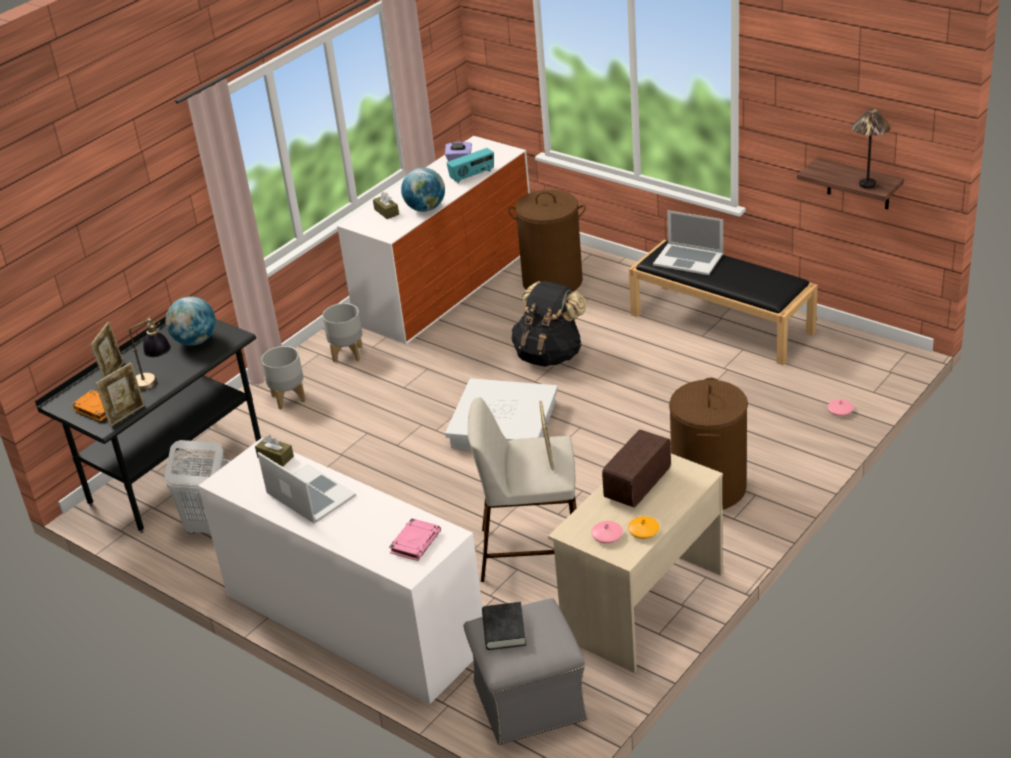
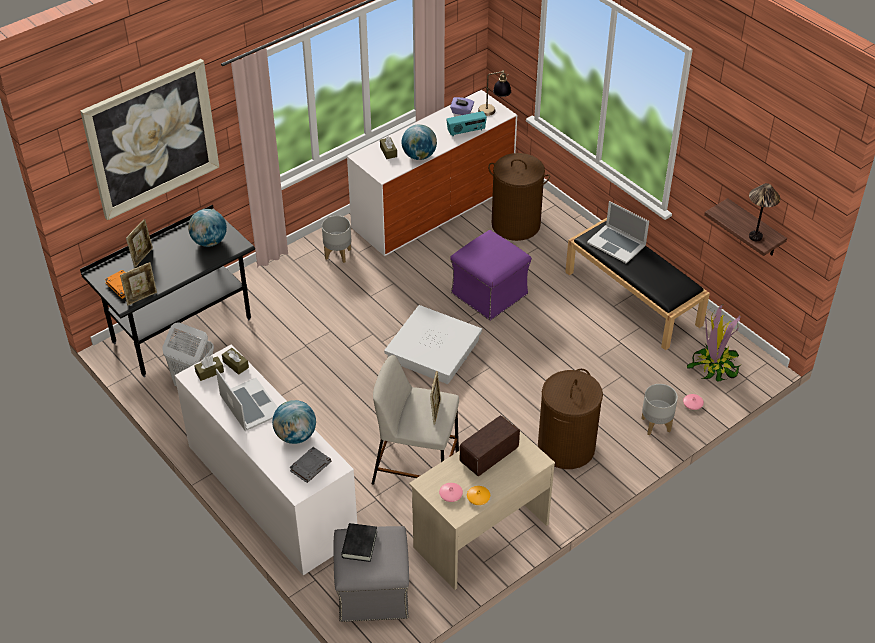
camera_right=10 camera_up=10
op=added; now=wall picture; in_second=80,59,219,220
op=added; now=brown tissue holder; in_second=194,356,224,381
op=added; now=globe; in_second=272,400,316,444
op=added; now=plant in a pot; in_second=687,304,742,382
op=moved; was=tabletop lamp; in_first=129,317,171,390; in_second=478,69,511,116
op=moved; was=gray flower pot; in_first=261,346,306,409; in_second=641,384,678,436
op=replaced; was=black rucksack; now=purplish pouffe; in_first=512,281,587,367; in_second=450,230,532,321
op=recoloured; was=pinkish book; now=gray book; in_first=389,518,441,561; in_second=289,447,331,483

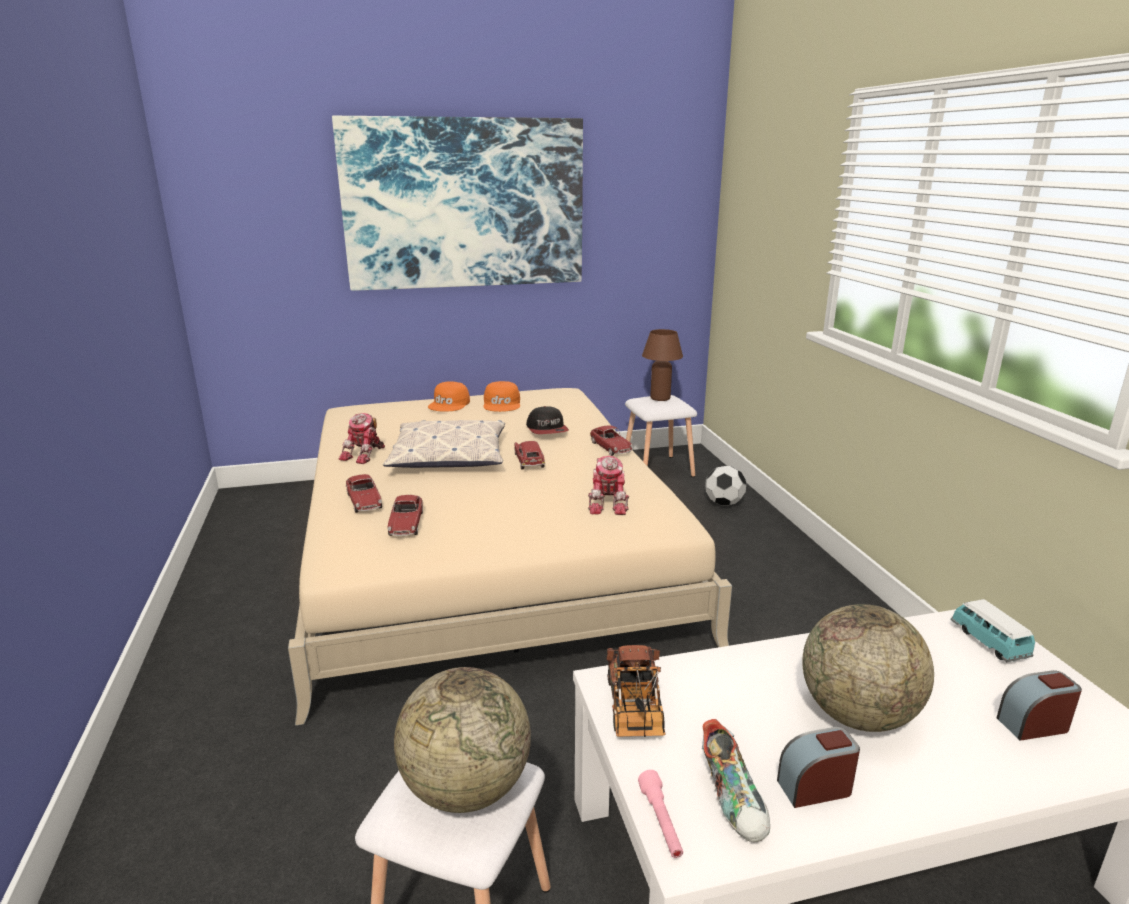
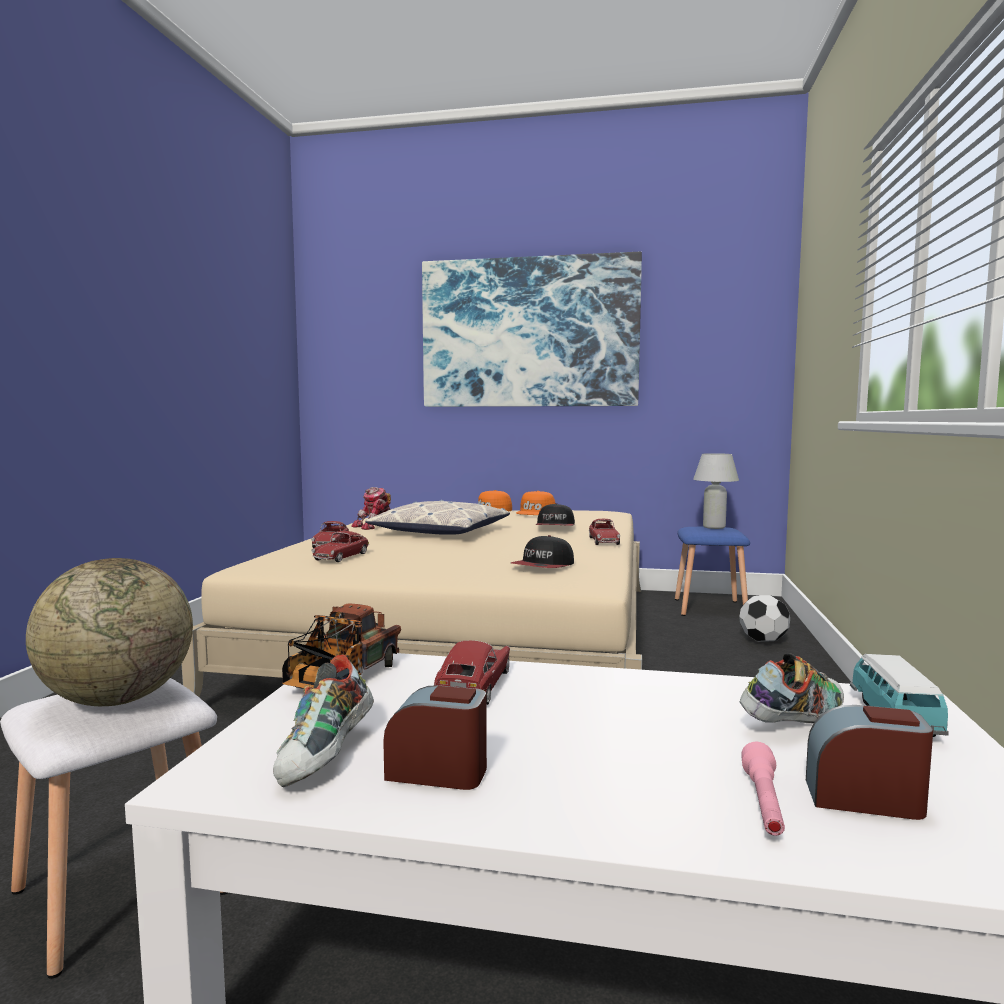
camera_right=25 camera_up=-15
op=removed; was=globe; in_first=802,604,934,732
op=added; now=low shoe; in_second=740,653,844,723
op=moved; was=toy car; in_first=514,441,545,469; in_second=434,640,510,705
op=moved; was=pinkish torch; in_first=638,770,683,858; in_second=741,742,785,836
op=replaced; was=toy robot; now=baseball cap; in_first=588,456,629,515; in_second=511,535,574,568
op=recoloured; was=white sitting stool; now=blue-coloured sitting stool; in_first=625,395,697,477; in_second=675,527,750,616
op=recoloured; was=brown tabletop lamp; now=white tabletop lamp; in_first=642,329,683,401; in_second=693,453,739,529

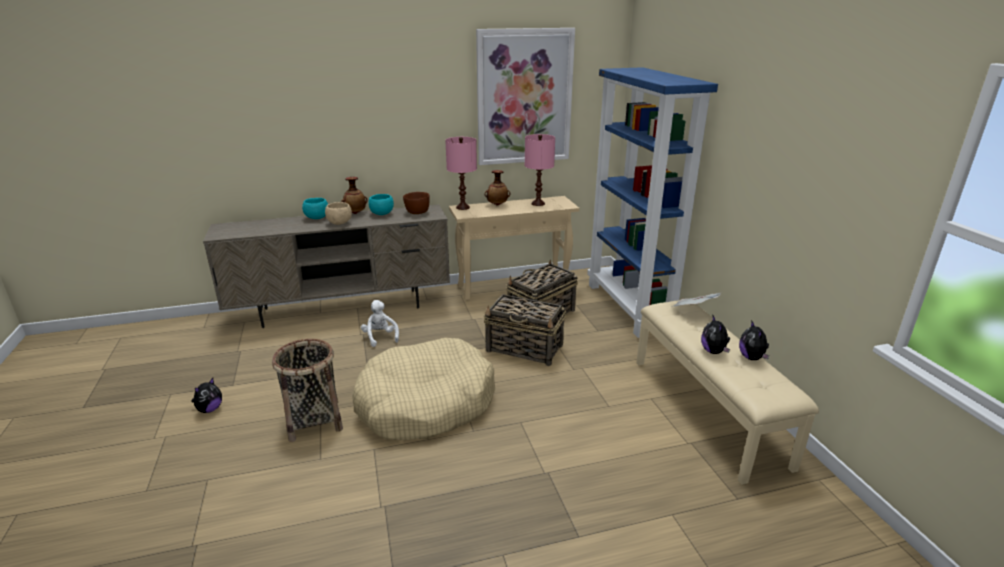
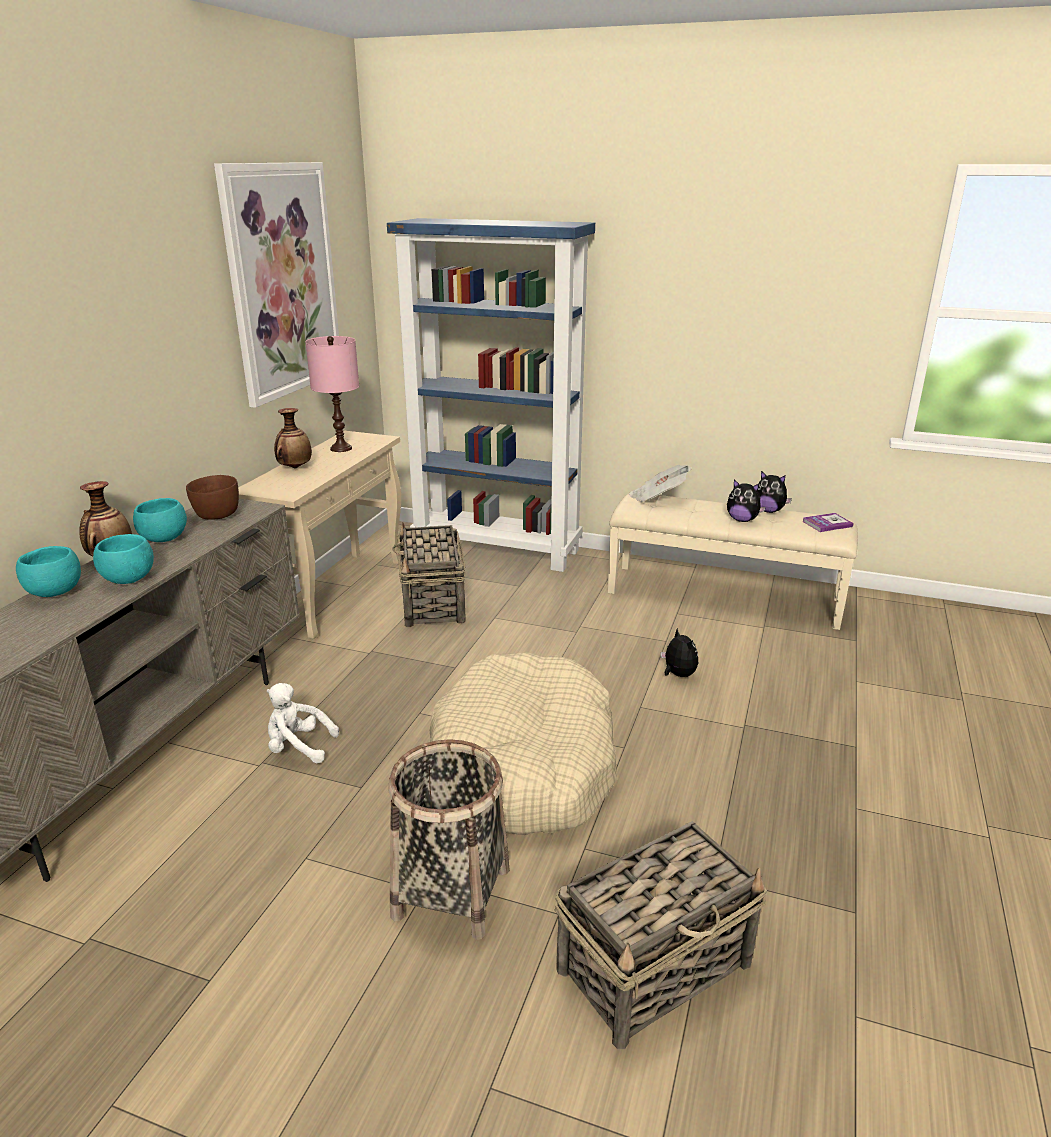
camera_right=-55 camera_up=0
op=removed; was=pinkish tabletop lamp; in_first=445,137,477,210
op=added; now=book; in_second=802,513,854,532
op=moved; was=plush toy; in_first=191,378,222,413; in_second=660,628,698,677
op=moved; was=basket; in_first=484,294,566,366; in_second=555,821,767,1049
op=recoloured; was=sand-coloured serving bowl; now=blue-green serving bowl; in_first=325,202,352,225; in_second=93,534,154,584

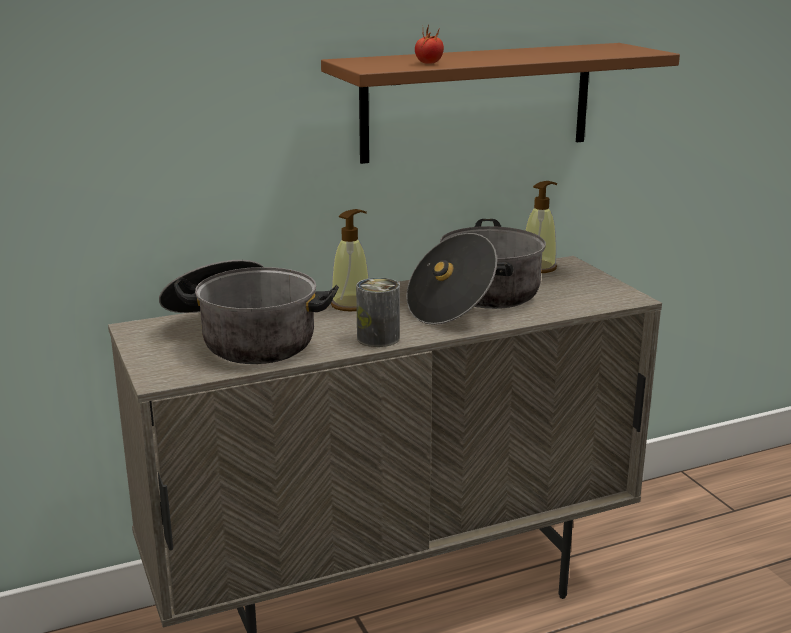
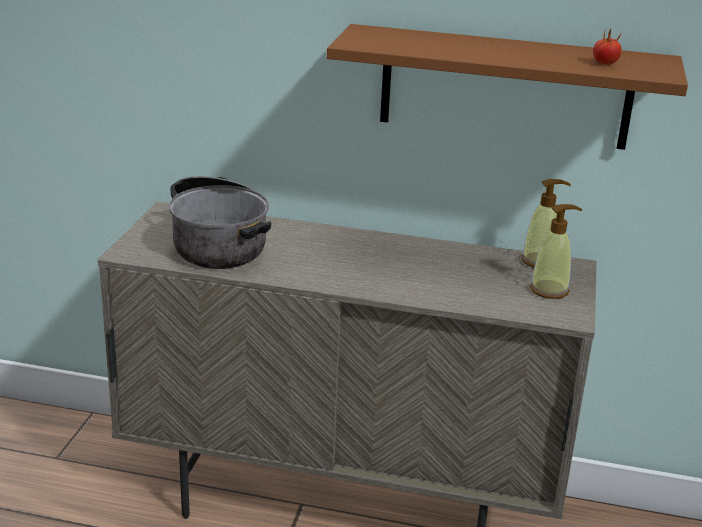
camera_right=35 camera_up=5
op=removed; was=sealed can; in_first=356,278,400,347
op=removed; was=cooking pot; in_first=406,219,546,325
op=moved; was=soap dispenser; in_first=331,209,369,312; in_second=530,204,582,299
op=moved; was=tomato; in_first=415,25,444,64; in_second=593,28,622,65

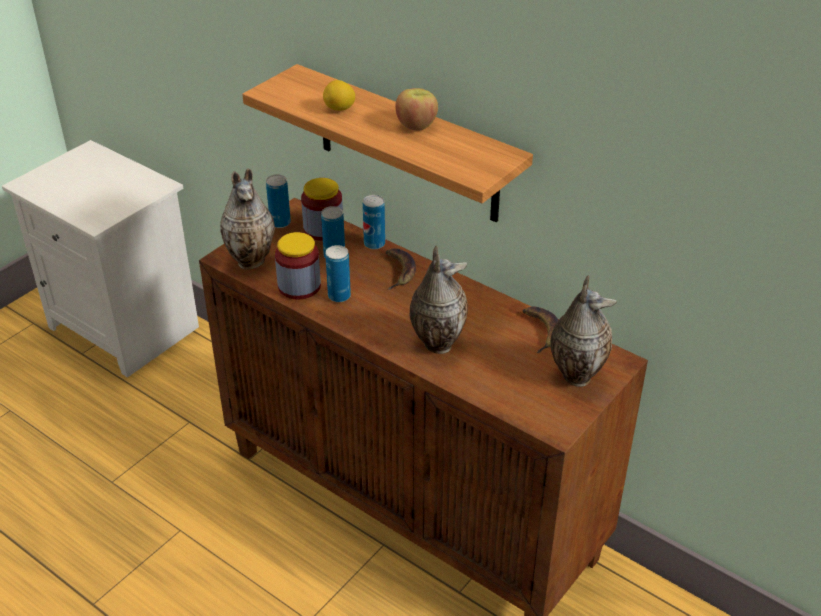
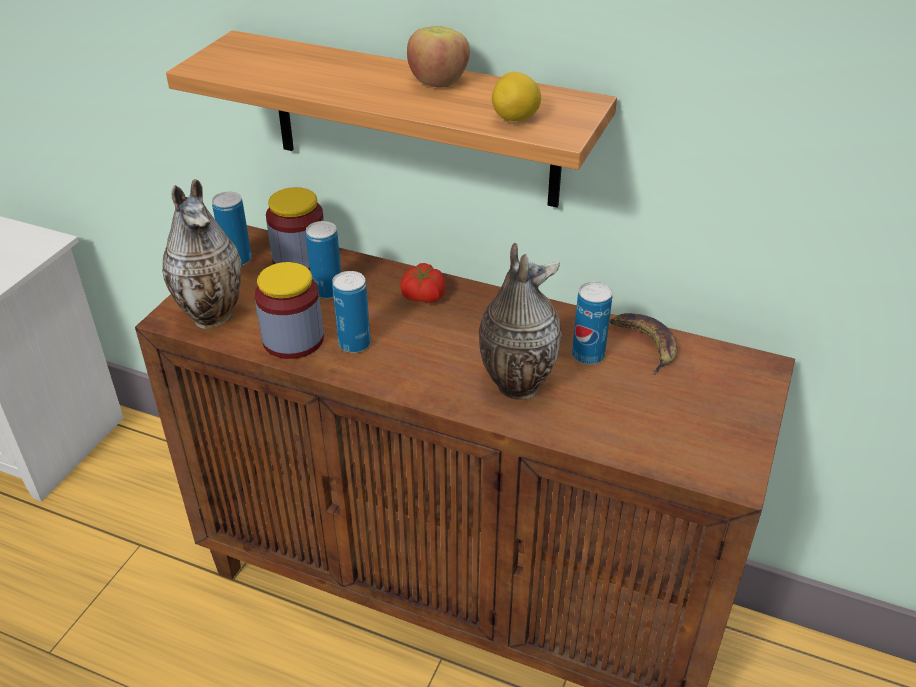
camera_right=-15 camera_up=0
op=removed; was=flower vase; in_first=550,275,617,387
op=moved; was=whole lemon; in_first=323,80,355,111; in_second=492,72,541,121
op=moved; was=sealed can; in_first=363,195,385,249; in_second=572,282,612,365
op=replaced; was=banana; now=tomato; in_first=386,248,416,290; in_second=400,263,446,303

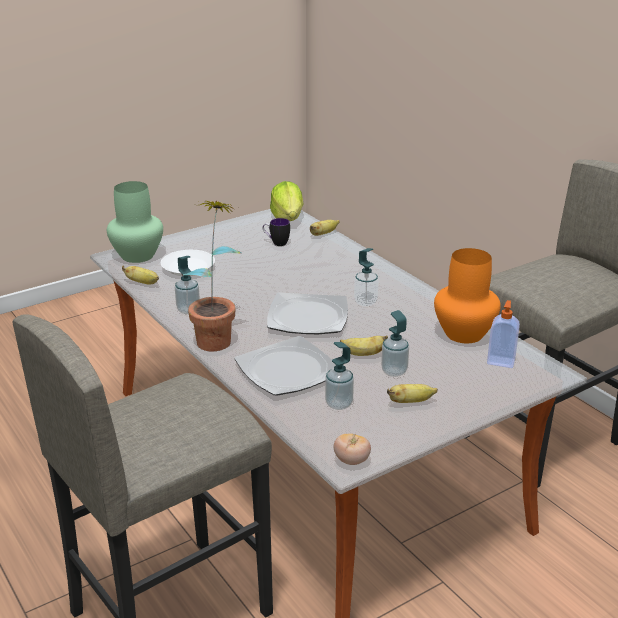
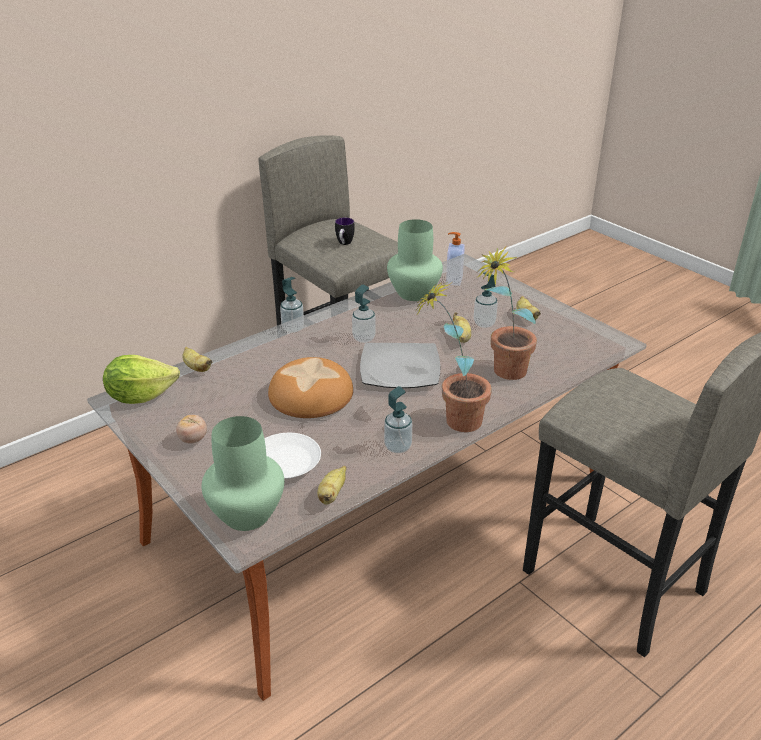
camera_right=-95 camera_up=5
op=added; now=bread; in_second=268,357,353,418
op=moved; was=coffee mug; in_first=263,218,290,246; in_second=335,218,355,245
op=moved; was=soap dispenser; in_first=325,342,354,410; in_second=280,277,304,333
op=moved; was=tomato; in_first=334,433,371,465; in_second=176,415,207,444
op=replaced; was=dinner plate; now=plant in a pot; in_first=234,336,336,396; in_second=478,246,537,380
op=recoloured; was=orangey flower vase; now=greenish flower vase; in_first=434,248,501,343; in_second=387,219,443,301

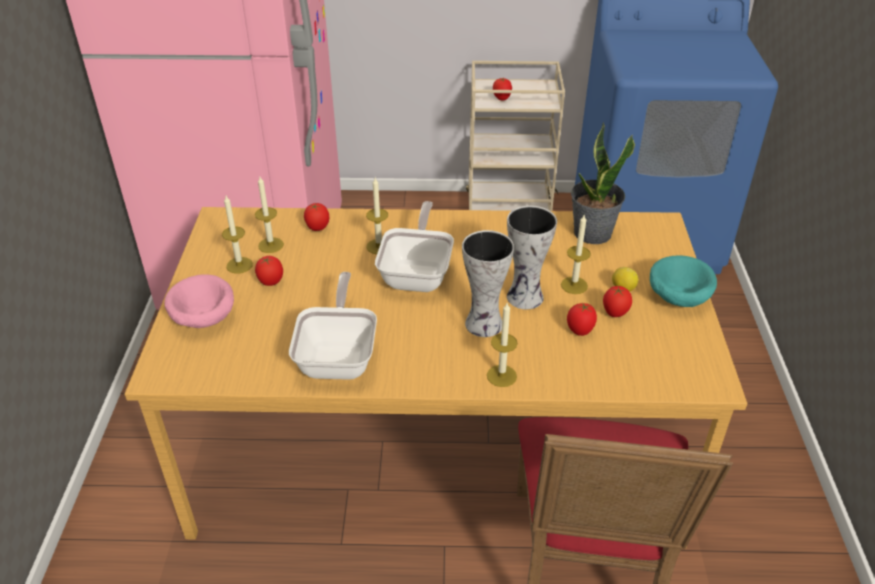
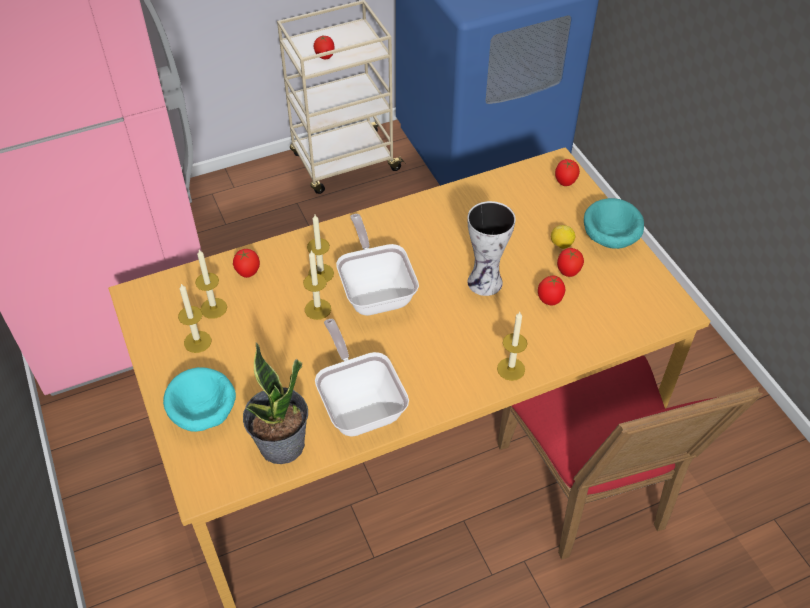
camera_right=-25 camera_up=10
op=removed; was=flower vase; in_first=462,230,514,337
op=moved; was=tomato; in_first=255,256,283,286; in_second=555,159,580,186
op=moved; was=wax candle; in_first=561,215,591,294; in_second=303,250,331,320
op=moved; was=plant in a pot; in_first=571,122,635,244; in_second=243,342,308,464
op=recoloured; was=pinkish serving bowl; now=blue-green serving bowl; in_first=164,274,234,328; in_second=163,367,236,432

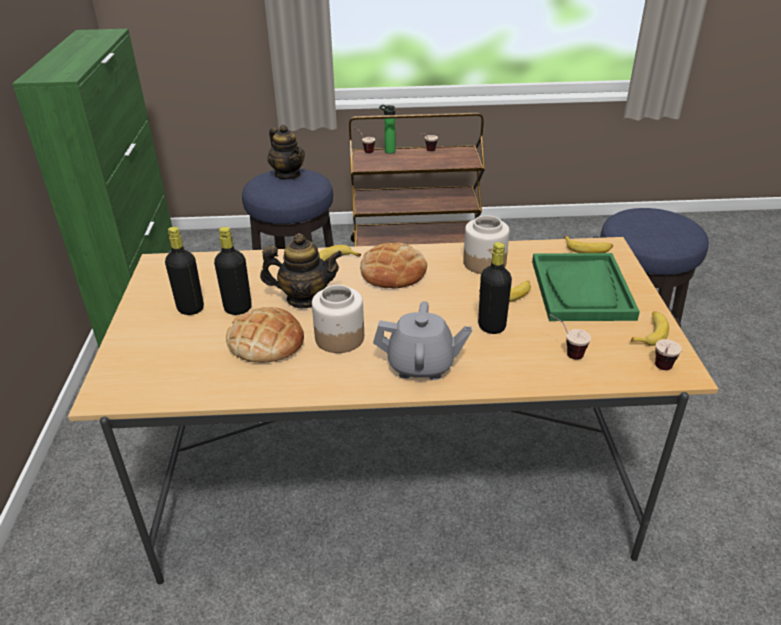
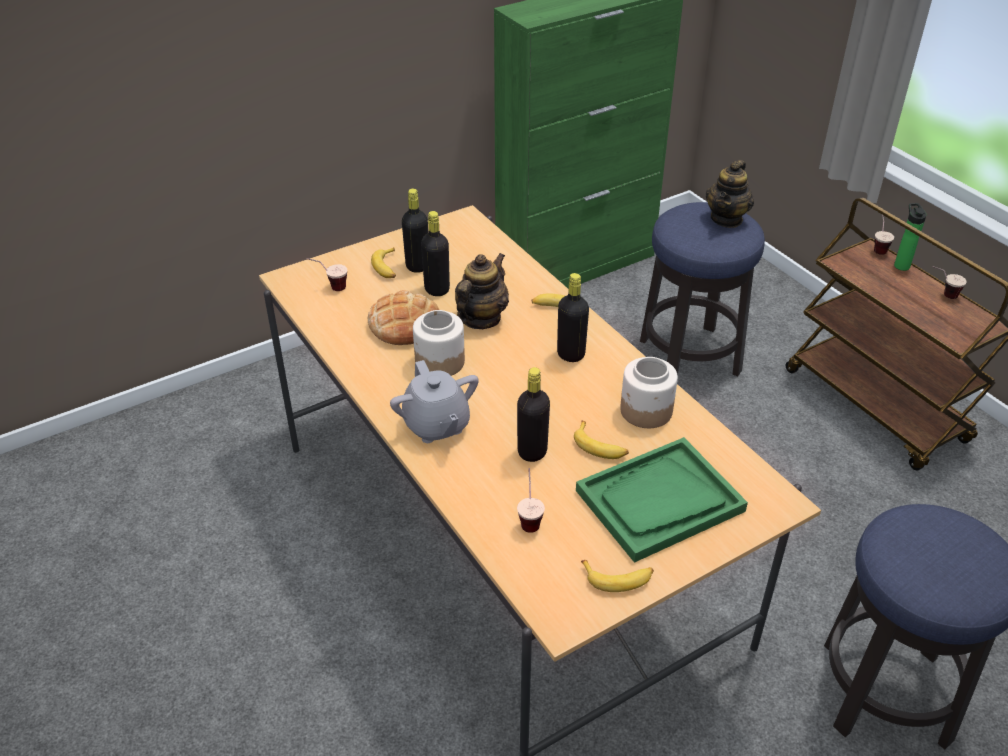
camera_right=60 camera_up=5
op=moved; was=banana; in_first=564,236,613,253; in_second=371,247,396,278
op=moved; was=small cup; in_first=655,339,682,370; in_second=307,258,347,291
op=replaced; was=bread; now=black bottle; in_first=360,243,427,288; in_second=557,273,589,362
op=turned; was=pot for tea; in_first=260,233,343,308; in_second=455,253,509,329; clockwise=-120

